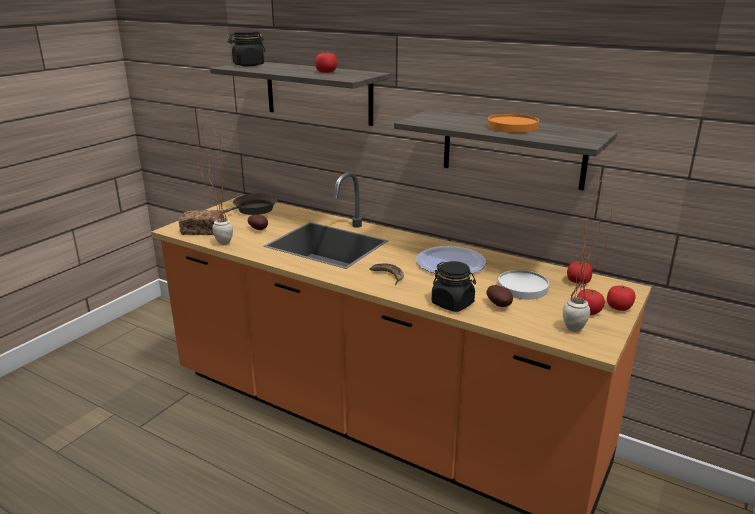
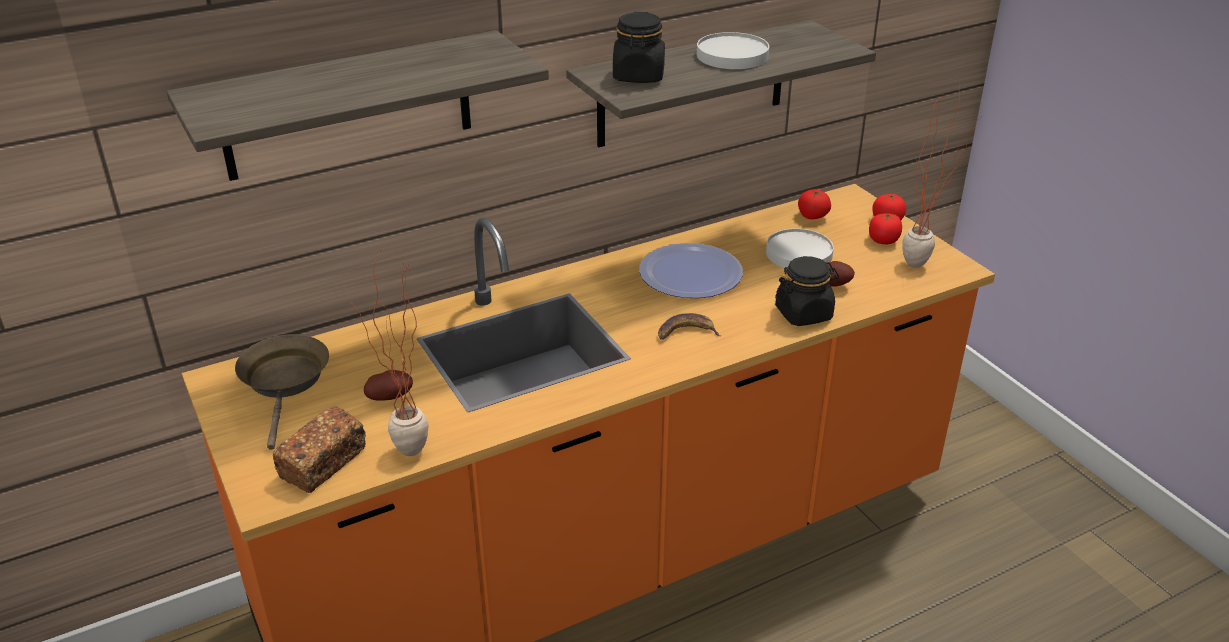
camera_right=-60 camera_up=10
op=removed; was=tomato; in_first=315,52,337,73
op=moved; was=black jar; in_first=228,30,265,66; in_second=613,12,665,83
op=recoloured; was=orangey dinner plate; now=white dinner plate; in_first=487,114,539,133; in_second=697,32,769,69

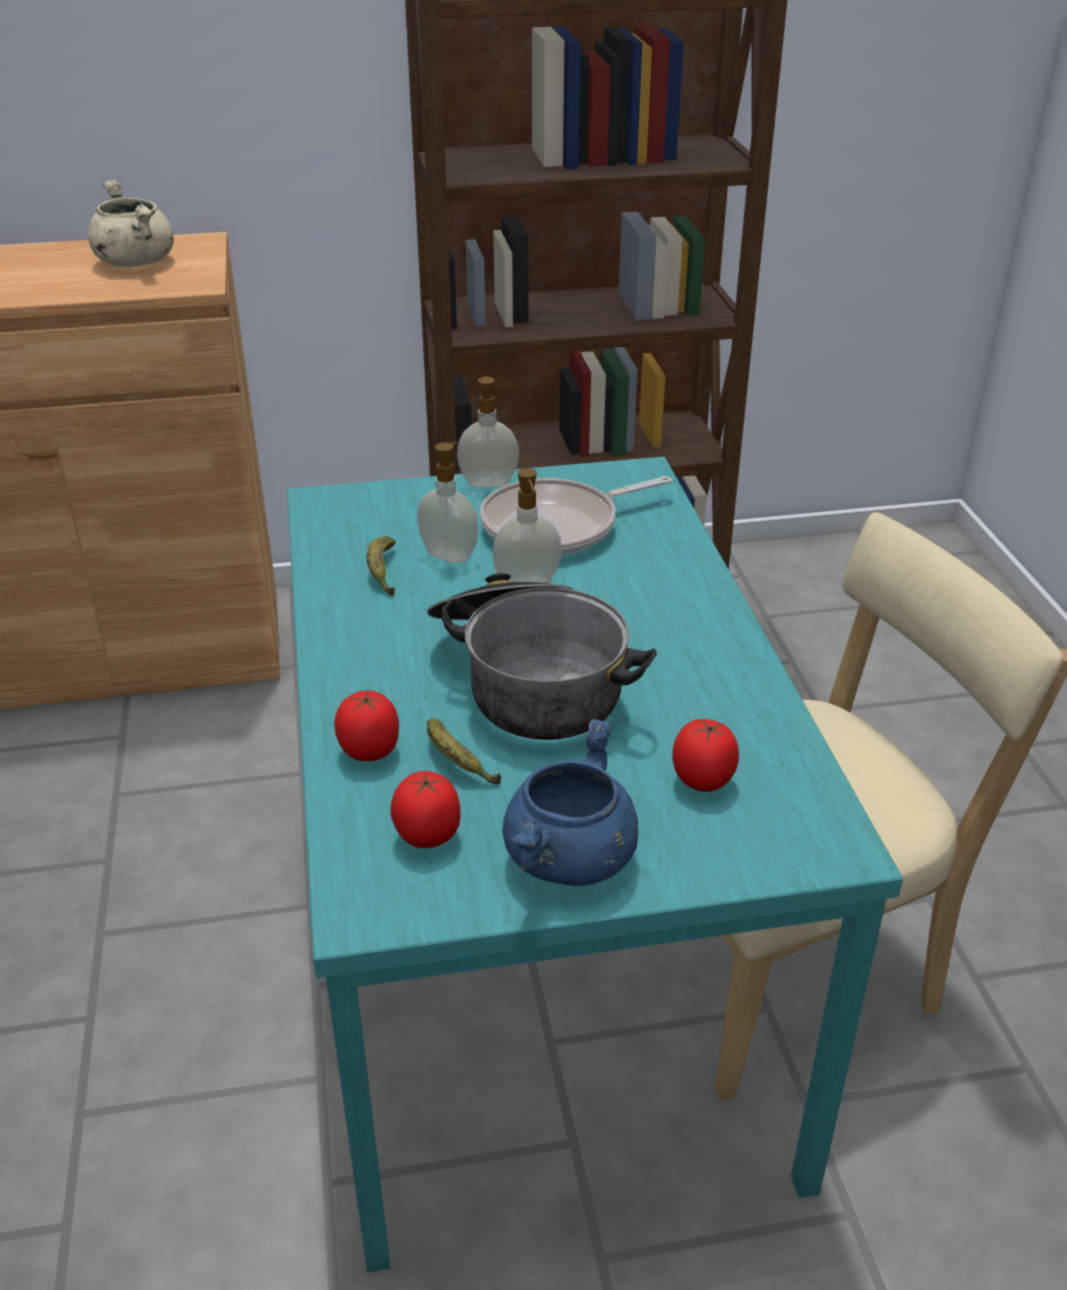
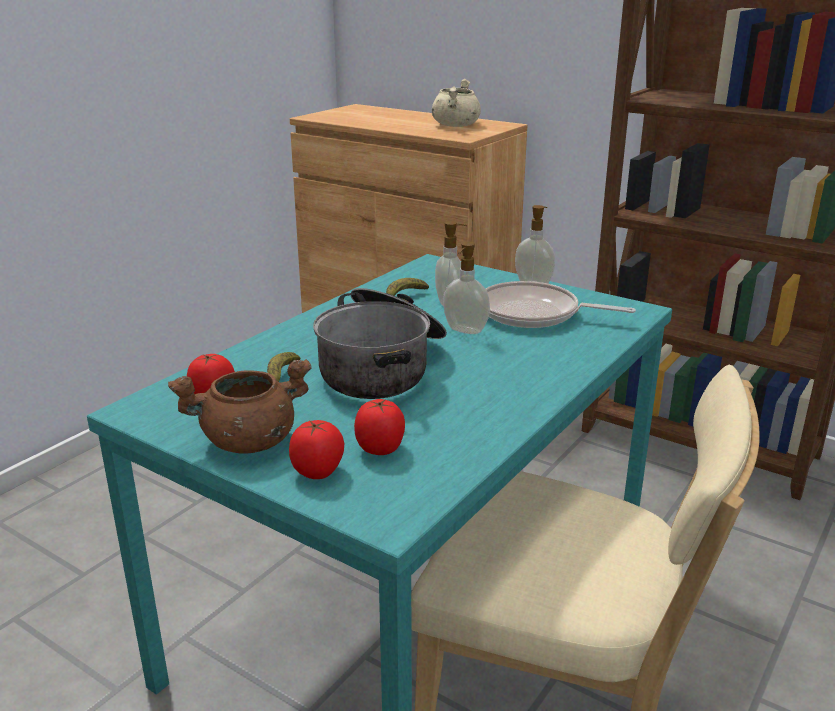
camera_right=45 camera_up=-10
op=moved; was=tomato; in_first=334,690,399,761; in_second=289,420,344,479
op=recoloured; was=blue-coloured cooking pot; now=brown cooking pot; in_first=503,719,638,886; in_second=168,359,312,454

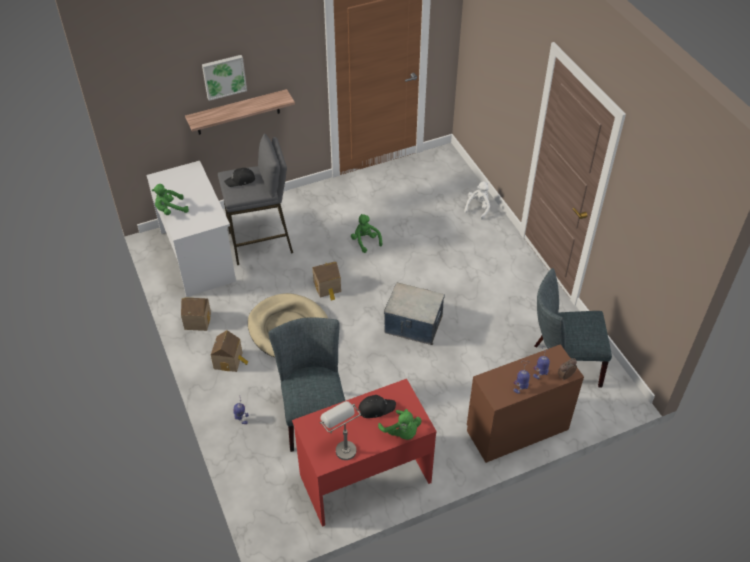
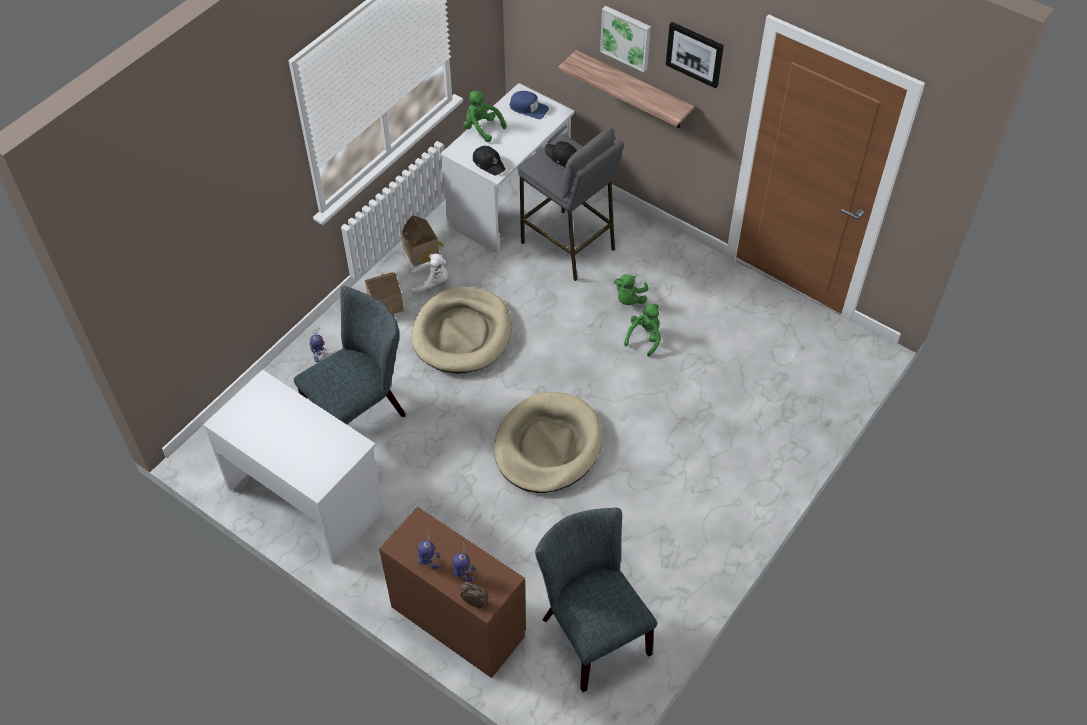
camera_right=60 camera_up=5
op=removed; was=toy house; in_first=313,262,341,301
op=removed; was=gray tabletop lamp; in_first=320,401,361,460
op=added; now=blue-coloured baseball cap; in_second=510,91,549,119
op=added; now=wall picture; in_second=666,22,724,89
op=moved; was=black baseball cap; in_first=359,395,396,418; in_second=473,146,506,176
op=moved; was=greenish plush toy; in_first=378,409,421,440; in_second=614,274,648,305
op=moved; was=white plush toy; in_first=464,181,490,219; in_second=411,254,448,294
op=replaced; was=storage container; now=sand-coloured dog cushion; in_first=384,283,445,345; in_second=494,392,603,493
op=recoloured; was=red desk table; now=white desk table; in_first=292,379,437,527; in_second=203,370,384,564

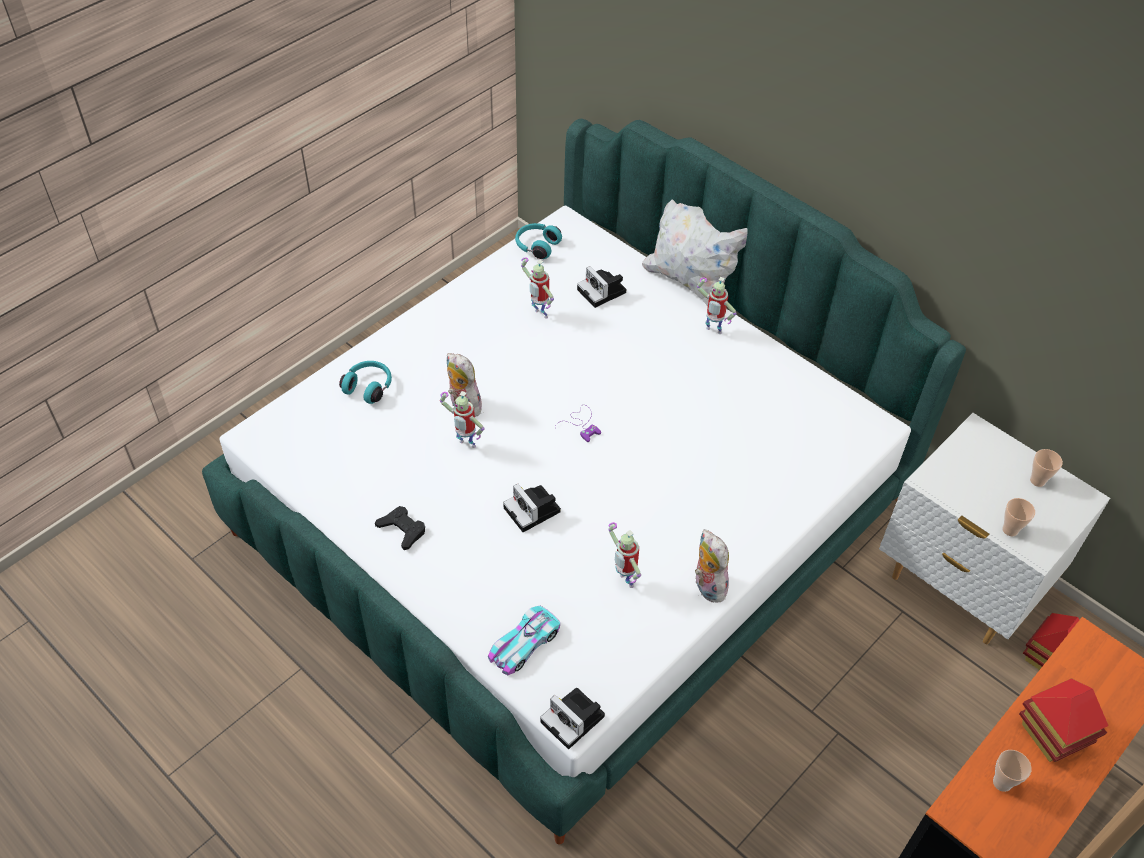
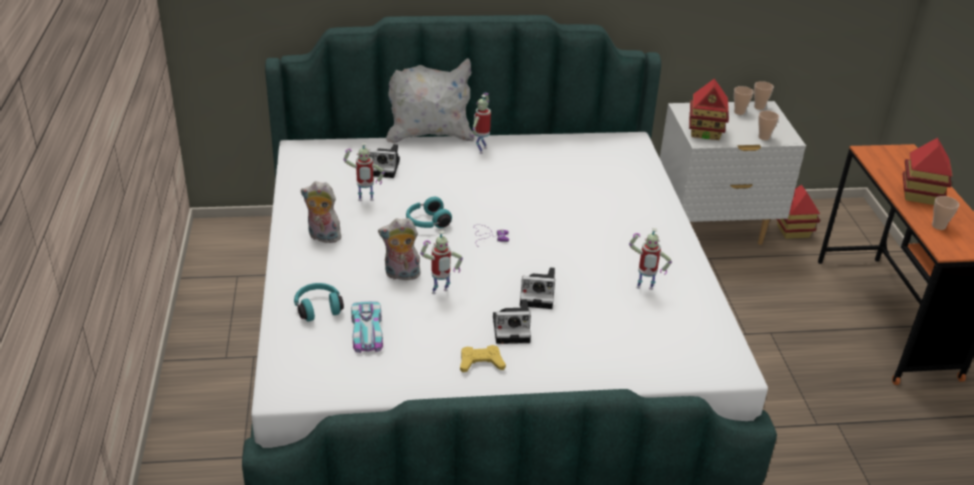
camera_right=-50 camera_up=-15
op=added; now=toy house; in_second=689,79,729,140
op=added; now=small cup; in_second=754,81,774,110
op=moved; was=toy car; in_first=488,606,560,675; in_second=351,301,383,353
op=moved; was=blue-green headphones; in_first=515,223,562,259; in_second=406,197,452,228
op=moved; was=photo camera; in_first=540,687,605,749; in_second=493,299,531,344
op=moved; was=plush toy; in_first=695,529,729,603; in_second=301,181,343,243
op=recoloured; was=black gamepad; now=yellow gamepad; in_first=375,506,425,550; in_second=460,345,506,372
op=turned; was=toy robot; in_first=697,277,737,334; in_second=471,93,491,154; clockwise=135

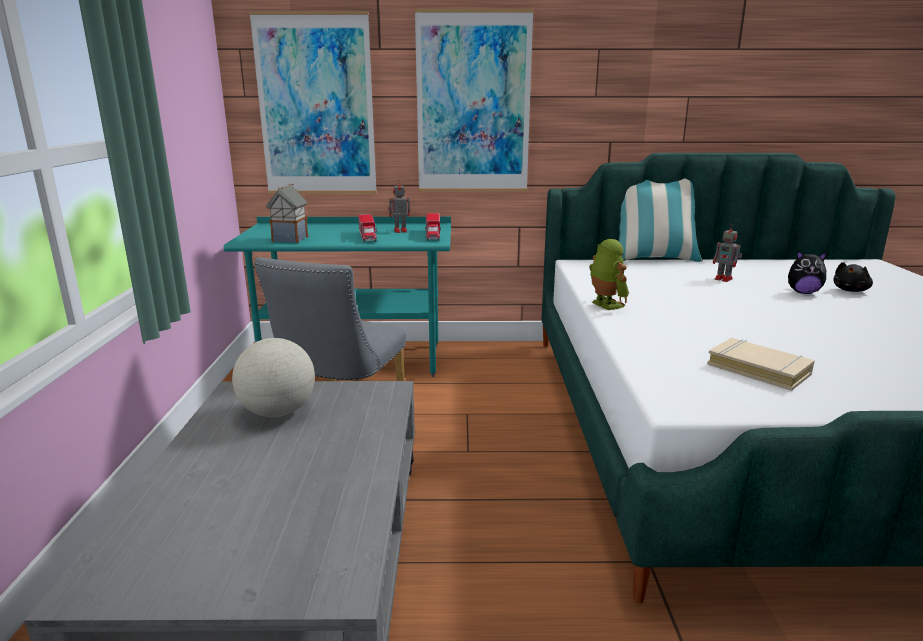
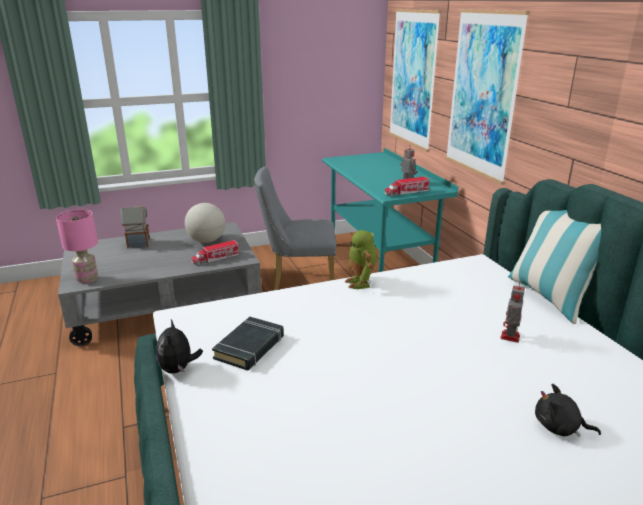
camera_right=70 camera_up=5
op=added; now=pinkish tabletop lamp; in_second=56,209,98,284
op=moved; was=toy house; in_first=266,183,308,243; in_second=120,206,150,248
op=moved; was=toy truck; in_first=358,214,377,242; in_second=191,240,240,266
op=moved; was=plush toy; in_first=788,251,827,294; in_second=156,320,203,374
op=recoloured; was=sand-coloured book; now=black book; in_first=707,338,815,391; in_second=212,317,284,370
op=turned; was=toy robot; in_first=589,239,629,310; in_second=345,230,377,289; clockwise=120

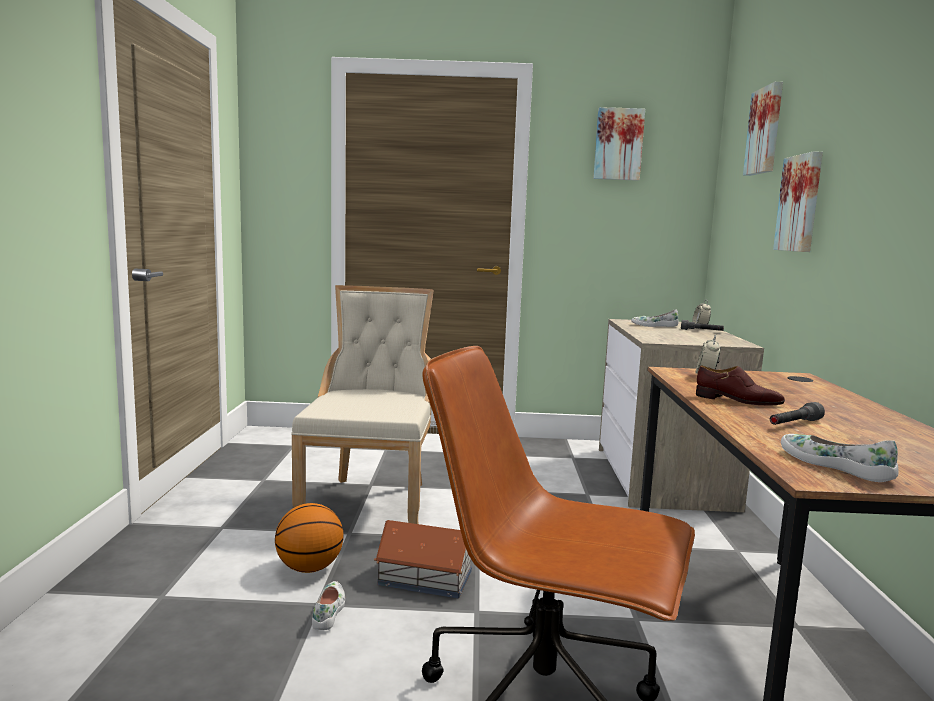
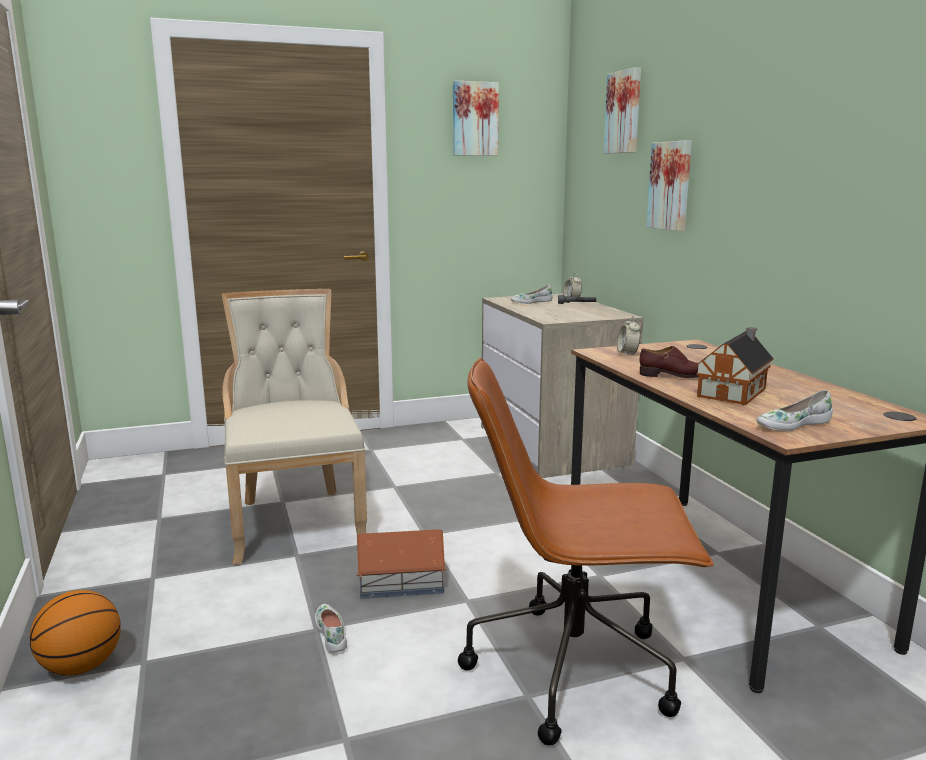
camera_right=-20 camera_up=5
op=moved; was=basketball ball; in_first=275,503,344,573; in_second=30,590,121,676
op=replaced; was=gray torch; now=toy house; in_first=770,402,825,425; in_second=695,327,774,405
op=turned; was=white low shoe; in_first=781,434,898,482; in_second=757,390,833,431; clockwise=-60

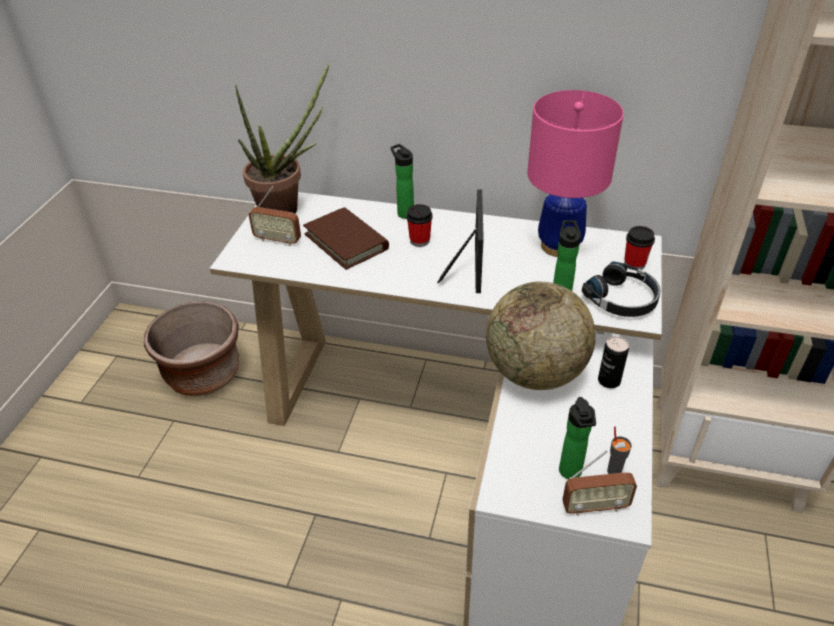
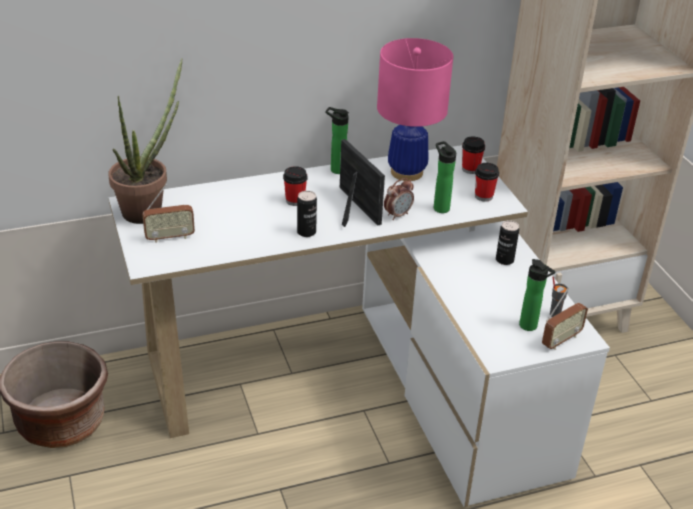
camera_right=-35 camera_up=-5
op=removed; was=brown book; in_first=303,207,389,270
op=removed; was=globe; in_first=486,281,596,390
op=added; now=sealed can; in_second=297,191,317,237
op=added; now=alarm clock; in_second=384,178,414,220
op=moved; was=bottle; in_first=391,144,414,219; in_second=326,107,349,174
op=replaced; was=black headphones; now=small cup; in_first=582,261,661,317; in_second=475,163,499,201

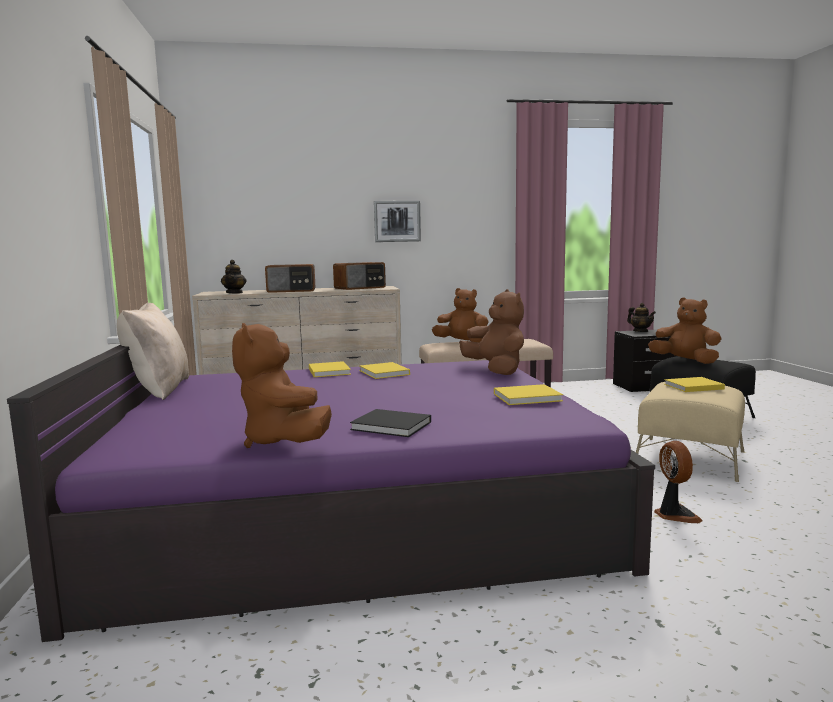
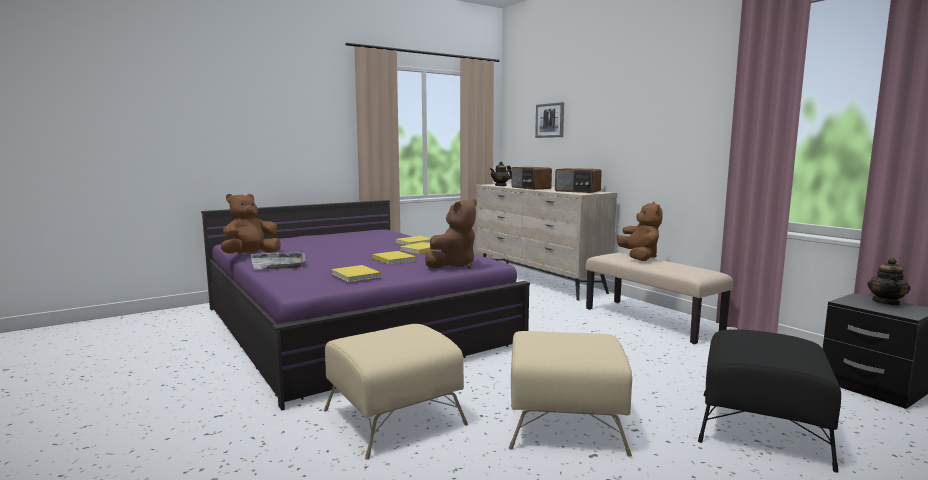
camera_right=65 camera_up=0
op=removed; was=sand-coloured throw pillow; in_first=117,303,189,400
op=removed; was=brown plush toy; in_first=648,297,722,364
op=moved; was=wall picture; in_first=374,201,421,242; in_second=535,102,564,138
op=moved; was=yellow book; in_first=664,377,725,392; in_second=373,251,416,264
op=replaced; was=black book; now=gray serving tray; in_first=350,409,431,437; in_second=251,251,305,269
op=replaced; was=fan; now=sand-coloured pouffe; in_first=654,441,703,523; in_second=324,324,468,460

